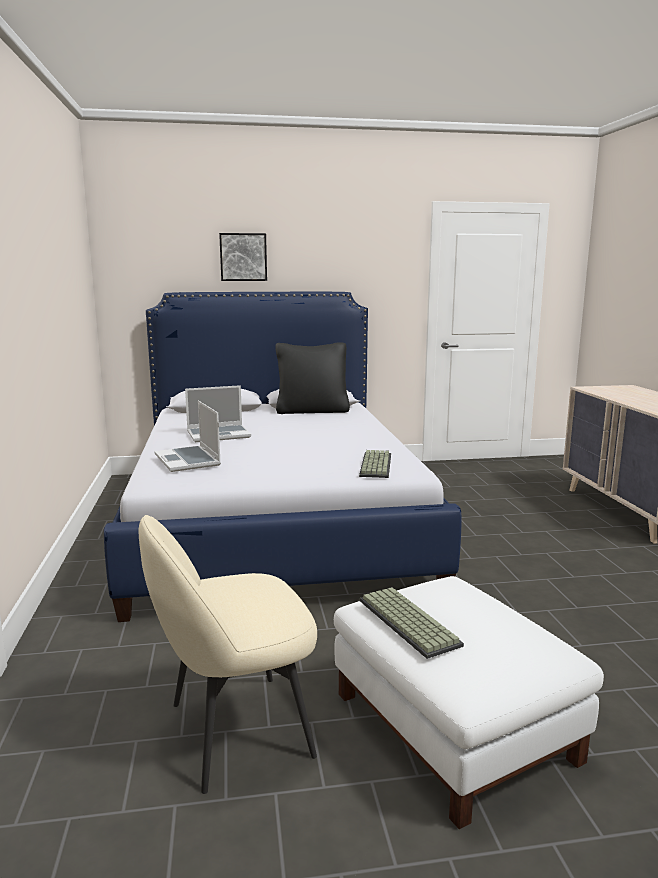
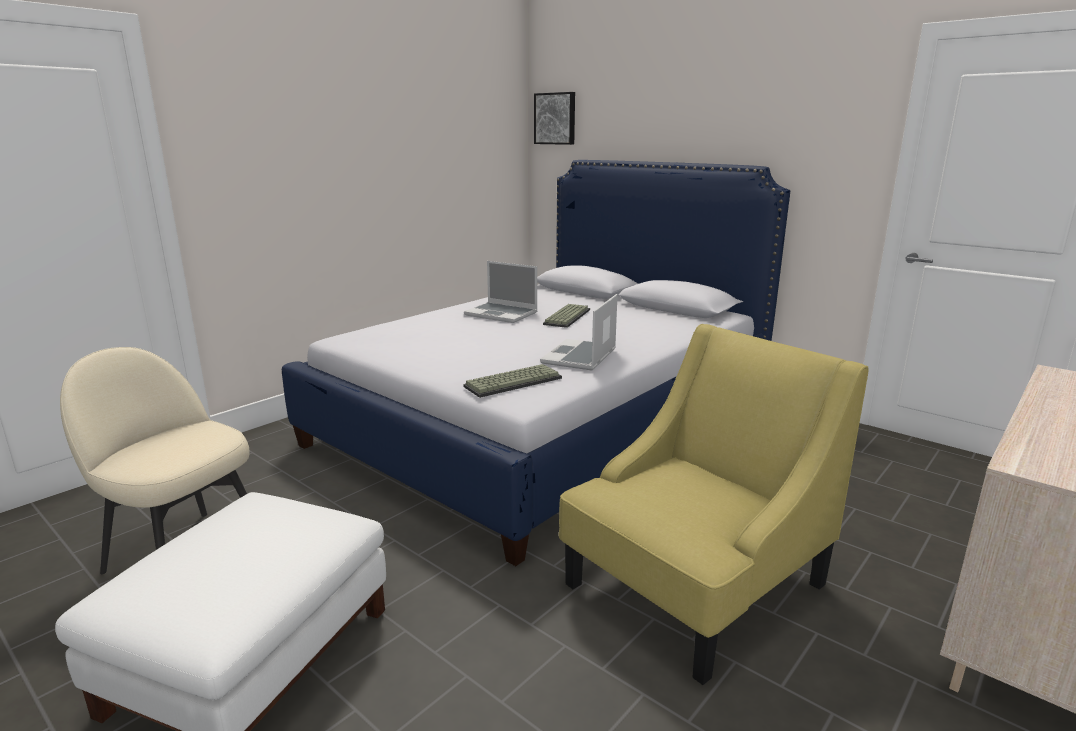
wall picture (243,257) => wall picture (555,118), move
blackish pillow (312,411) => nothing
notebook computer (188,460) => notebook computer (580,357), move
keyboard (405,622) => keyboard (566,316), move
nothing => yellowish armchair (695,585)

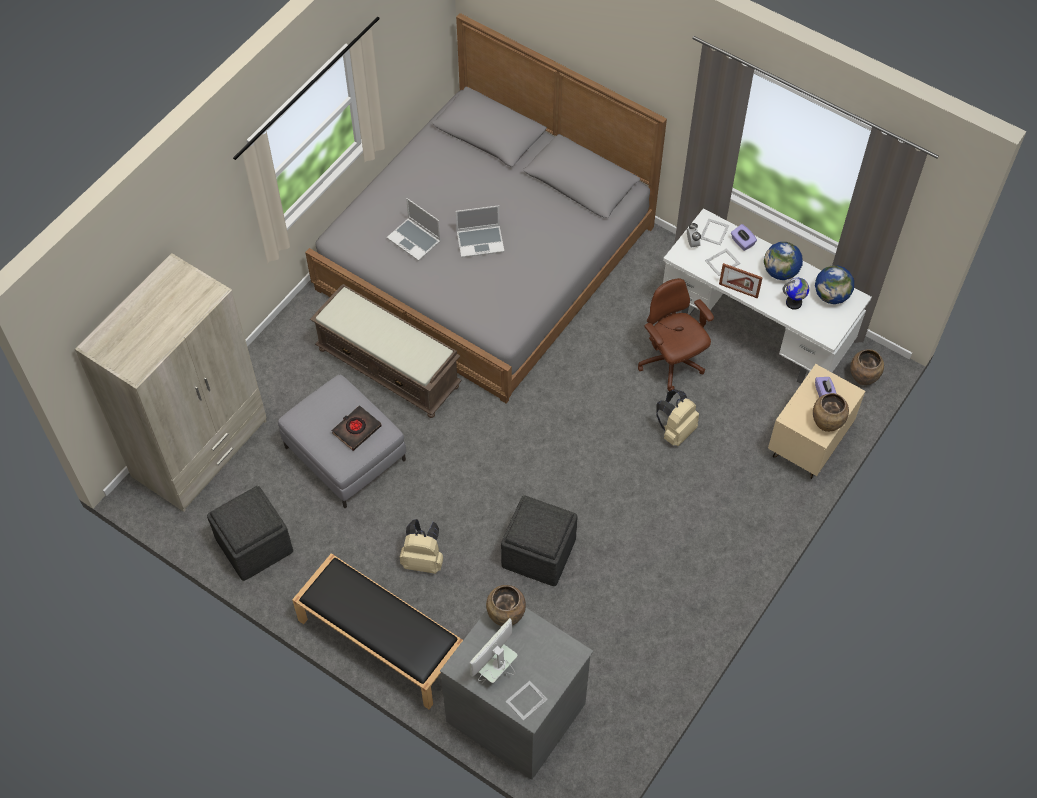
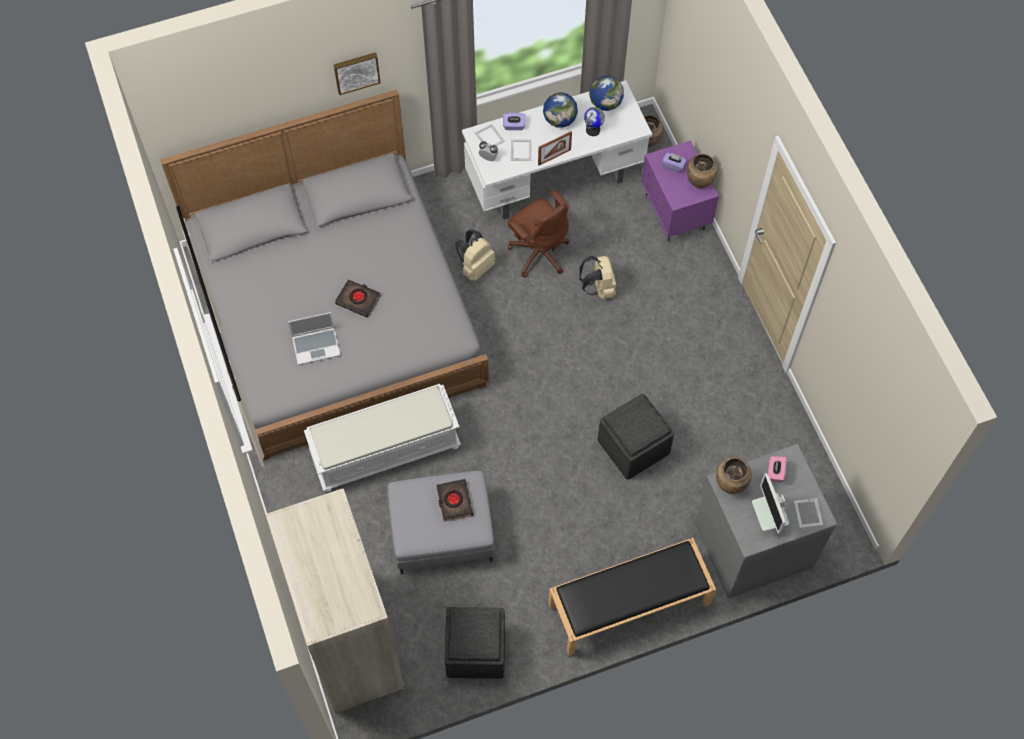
notebook computer (481,241) => blackish bound book (358,299)
brownish desk chair (671,363) => brownish desk chair (539,252), 135 degrees counterclockwise
brownish long seat (390,367) => white long seat (386,449)
sand-coloured night table (808,445) => purple-coloured night table (675,213)
sand-coloured backpack (423,560) => sand-coloured backpack (475,267), move
nothing => wall picture (356,72)
nothing => pinkish tissue holder (775,472)

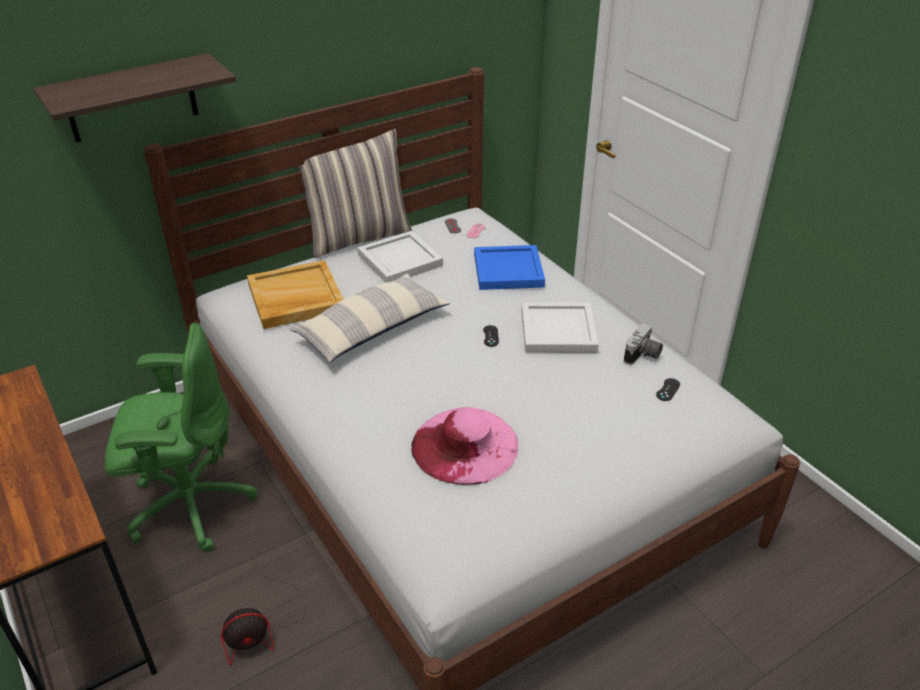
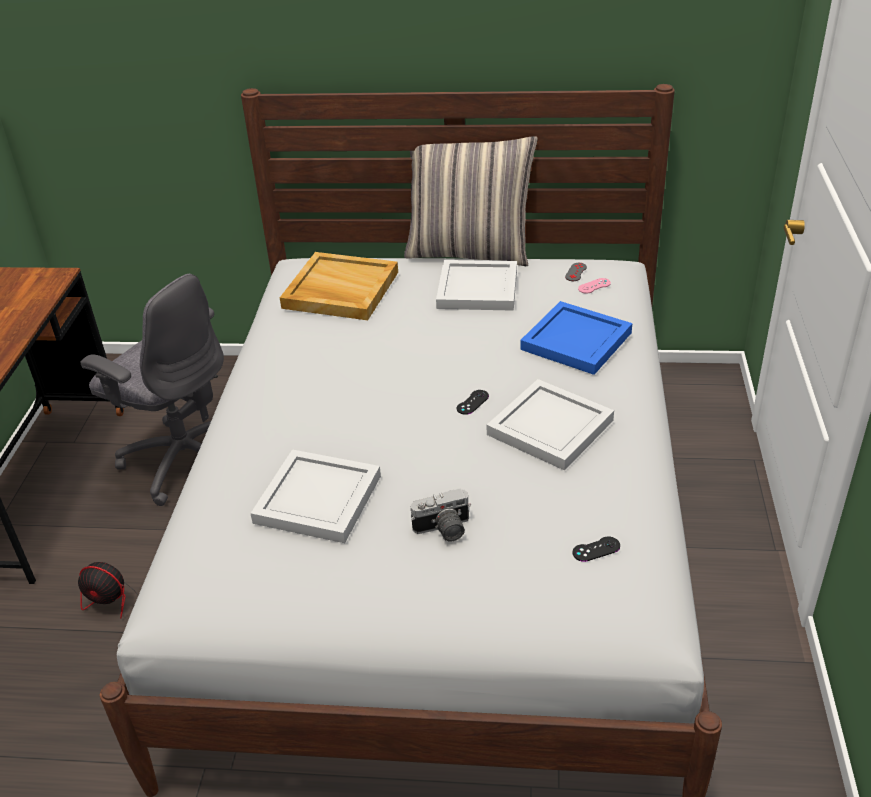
bracket shelf (131,99) => nothing
pillow (372,329) => nothing
greenish desk chair (189,505) => gray desk chair (184,458)
still camera (643,355) => still camera (443,530), move
pinkish wearable hat (465,445) => white serving tray (317,498)

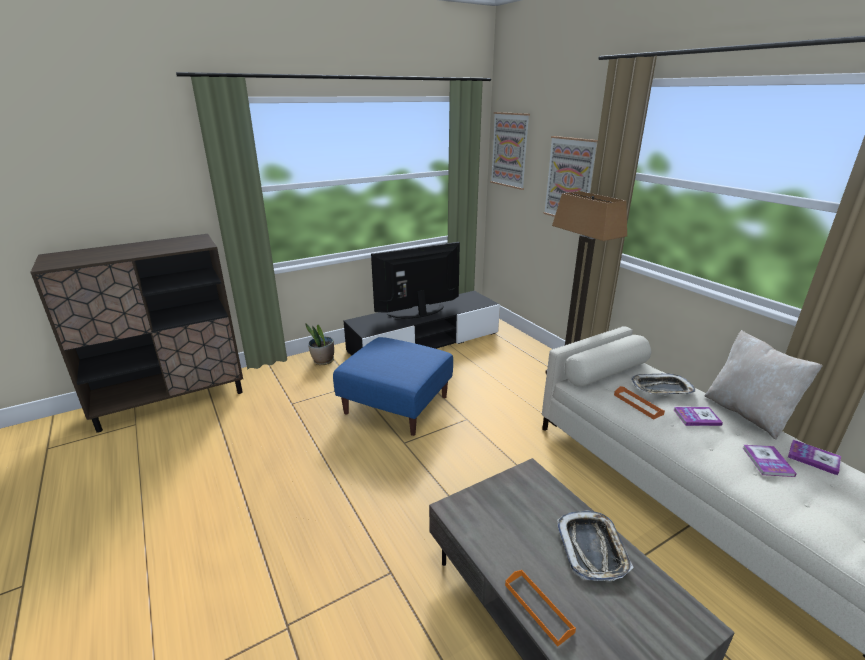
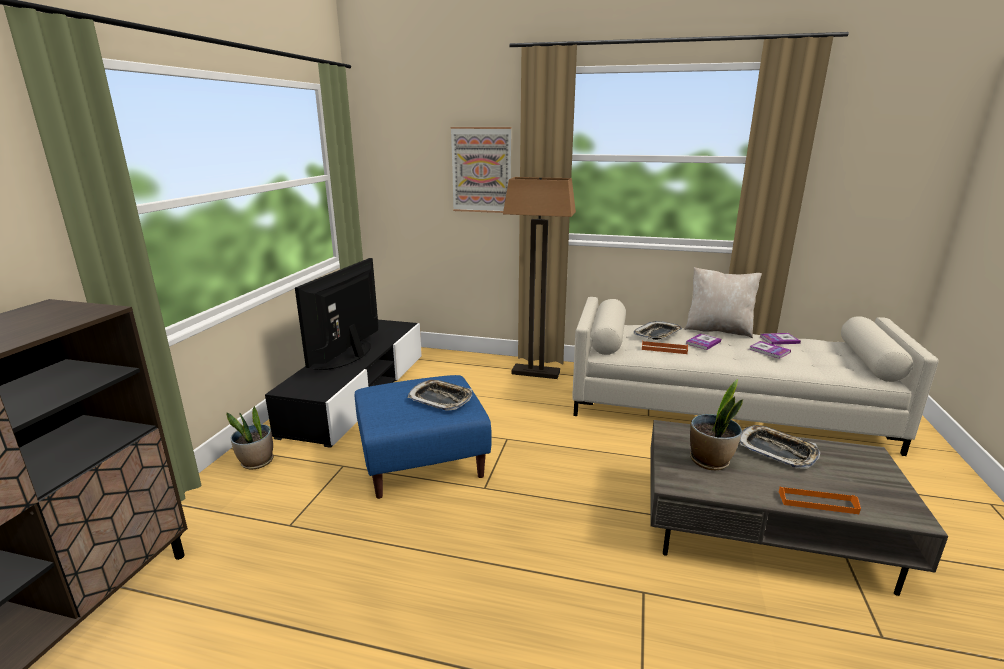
wall picture (510,150) => nothing
nothing => plant in a pot (710,461)
nothing => serving tray (441,399)

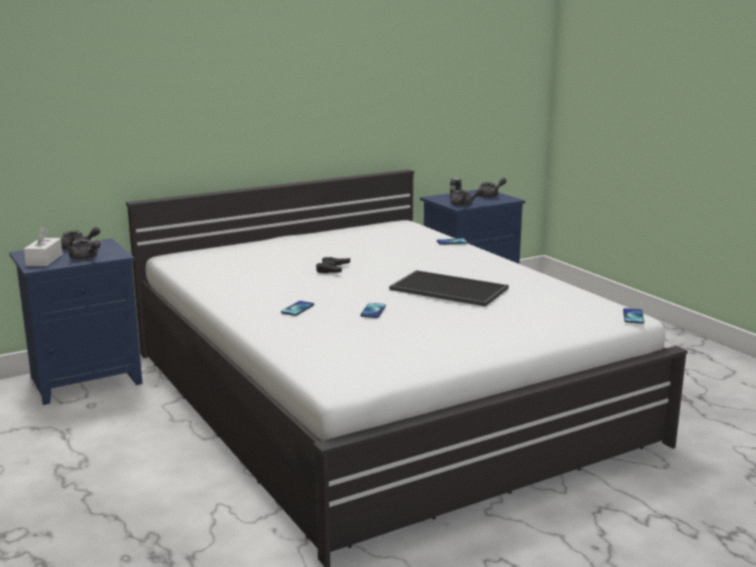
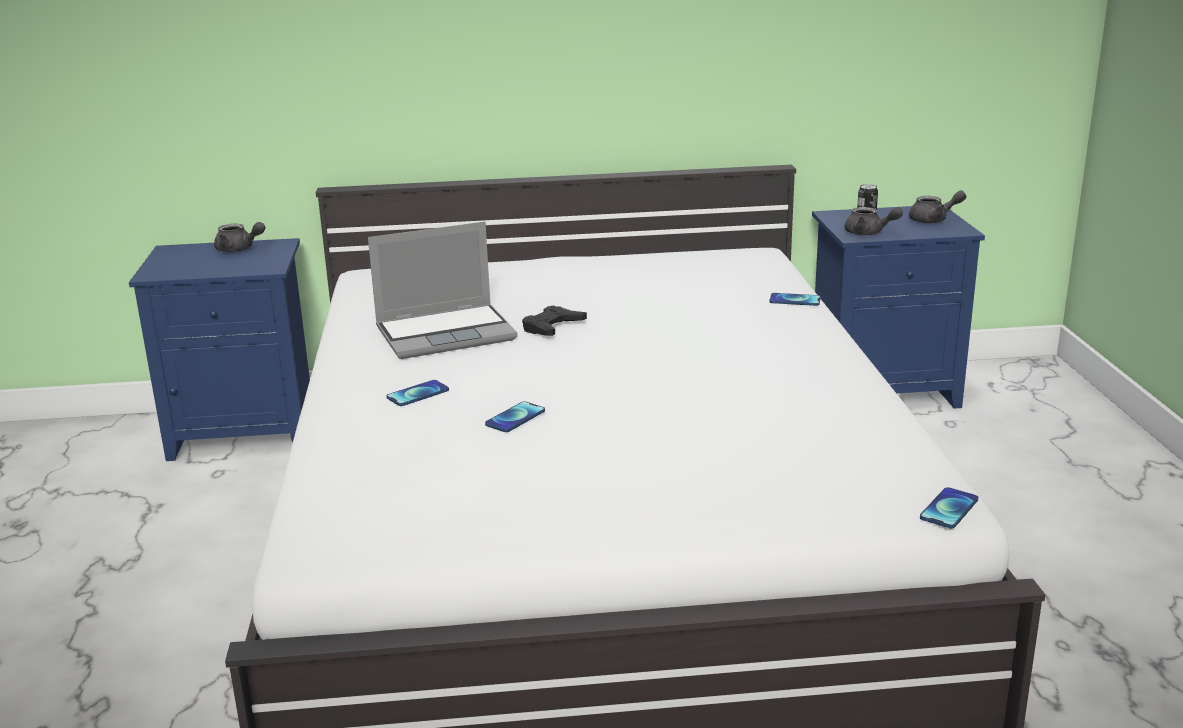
white tissue holder (44,260) => nothing
gray pot for tea (85,258) => nothing
serving tray (447,289) => nothing
nothing => notebook computer (447,333)

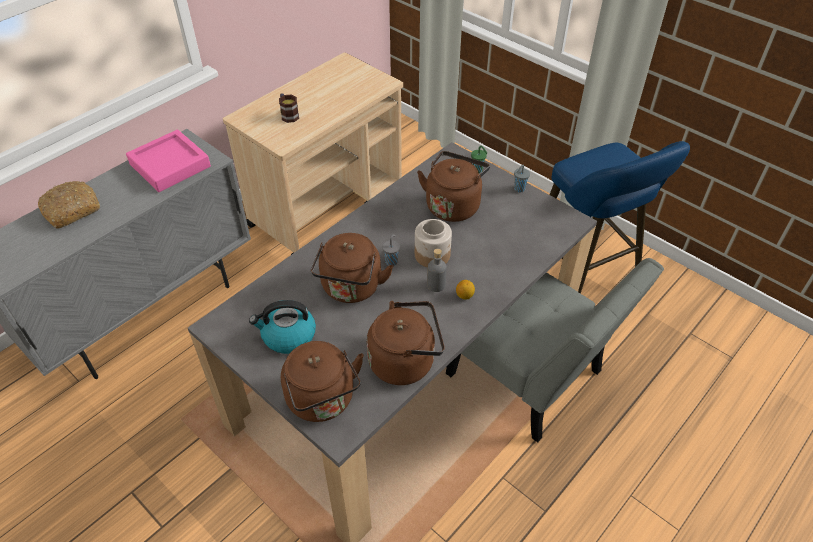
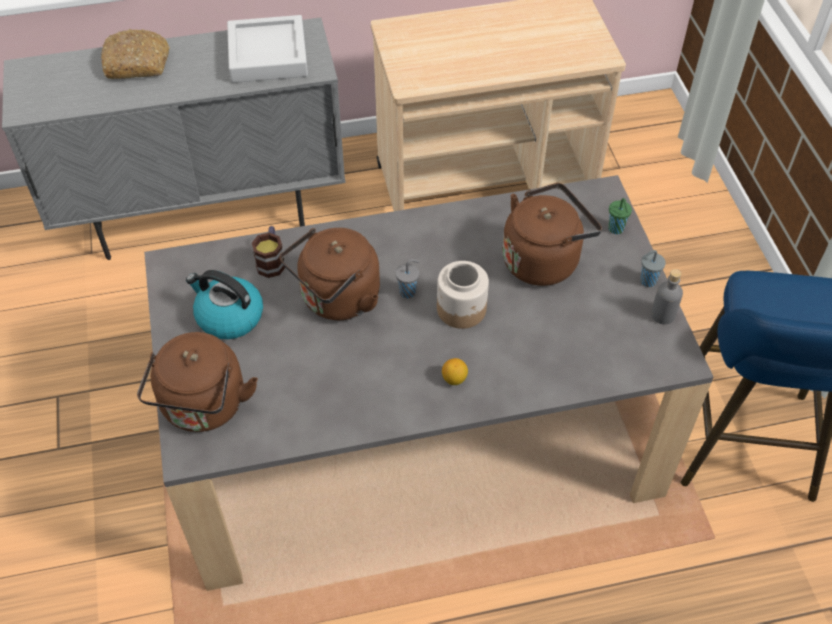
tea mug (288,115) => tea mug (271,261), move
pinkish serving tray (170,165) => gray serving tray (268,56)
gray bottle (436,285) => gray bottle (663,314), move
gray chair (530,379) => nothing
brownish tea kettle (405,361) => nothing

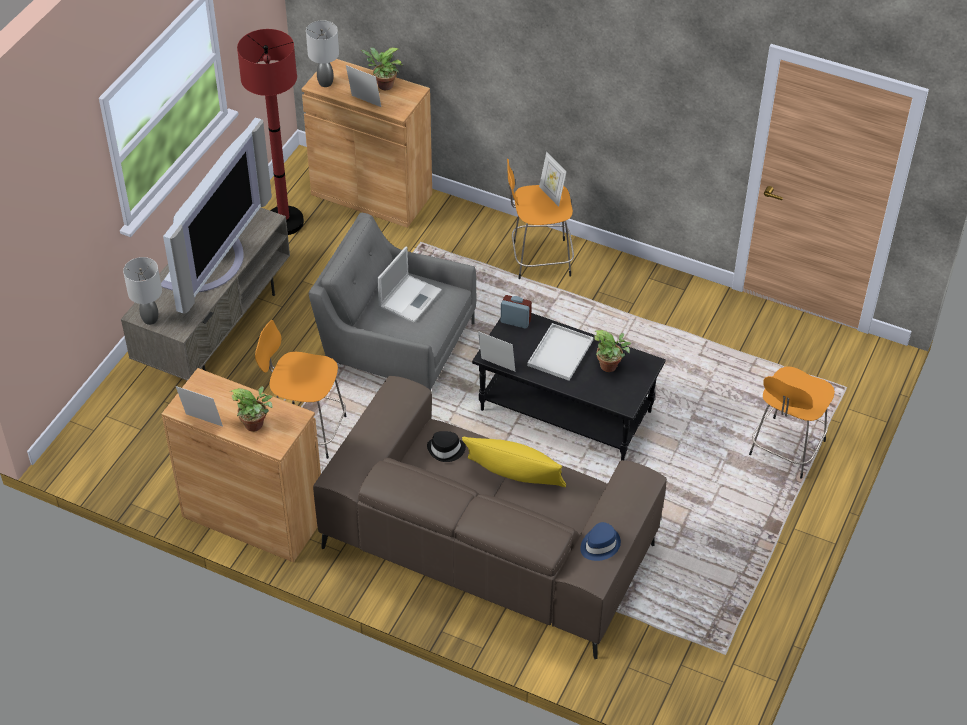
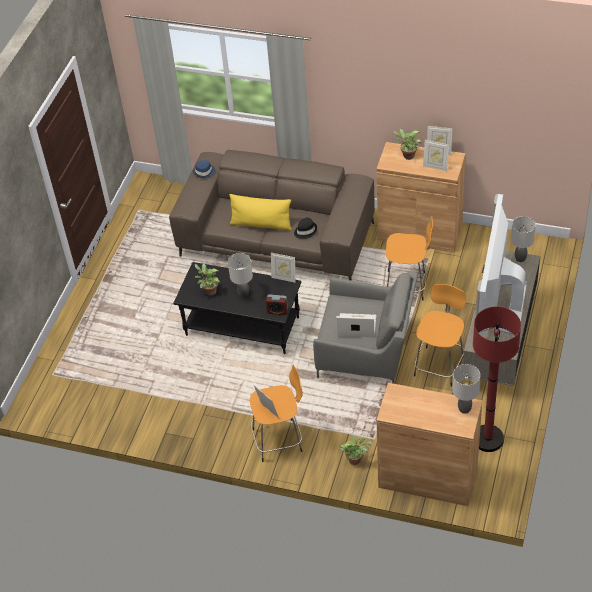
plant in a pot (383,86) => plant in a pot (356,459), move
standing frame (364,103) => standing frame (435,167), move
notebook computer (410,298) => notebook computer (356,326), 75 degrees clockwise
white serving tray (560,354) => gray tabletop lamp (243,294)
orange-coloured stool seat (785,450) => orange-coloured stool seat (439,365), move

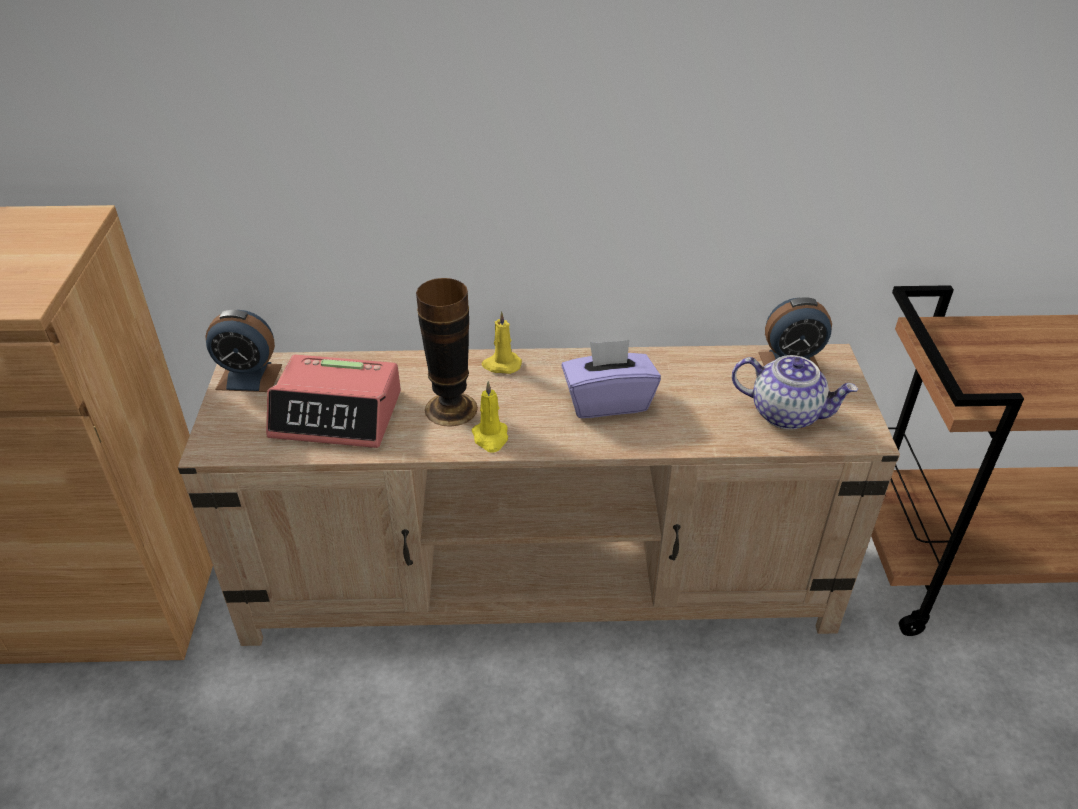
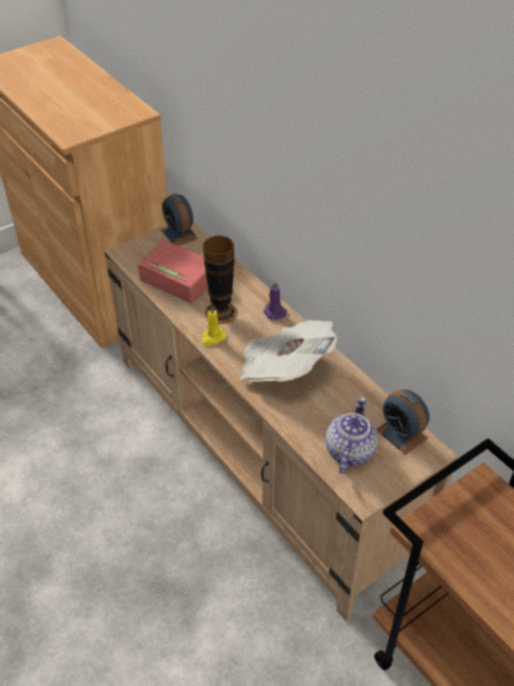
yellowish wax candle (501,365) => purple-coloured wax candle (274,312)
purple-coloured tissue holder (607,401) => printed paper (284,368)
table clock (337,414) => table clock (180,277), 150 degrees clockwise
pot for tea (786,413) => pot for tea (349,450), 150 degrees counterclockwise

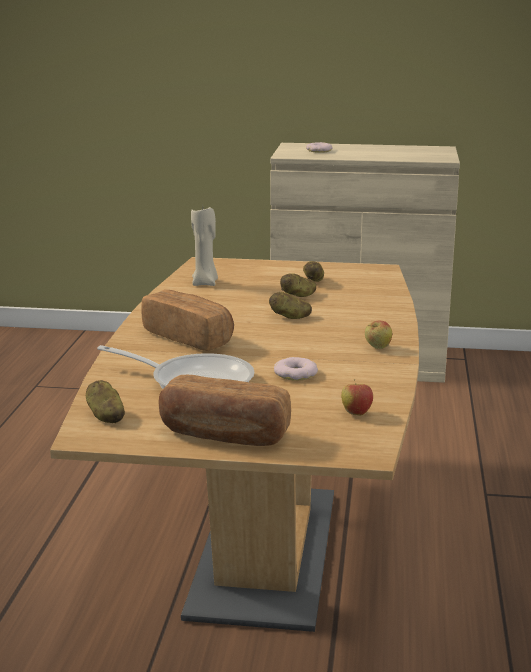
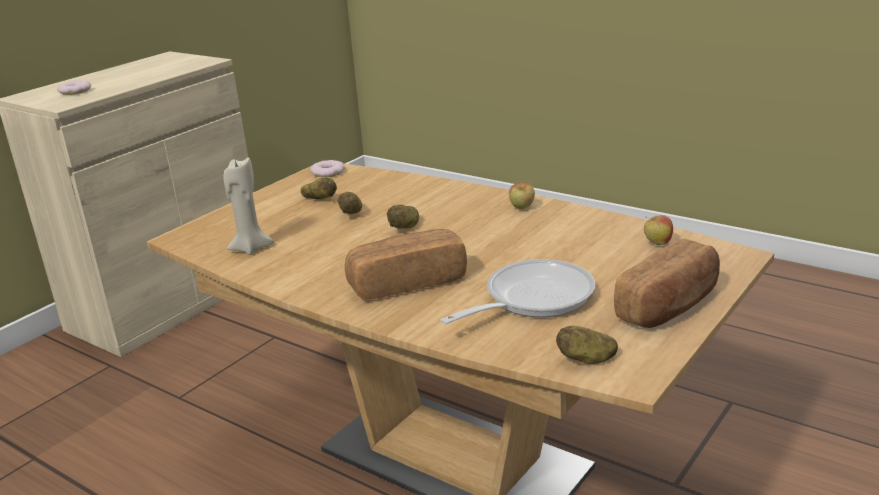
doughnut (296,374) => doughnut (328,172), move

